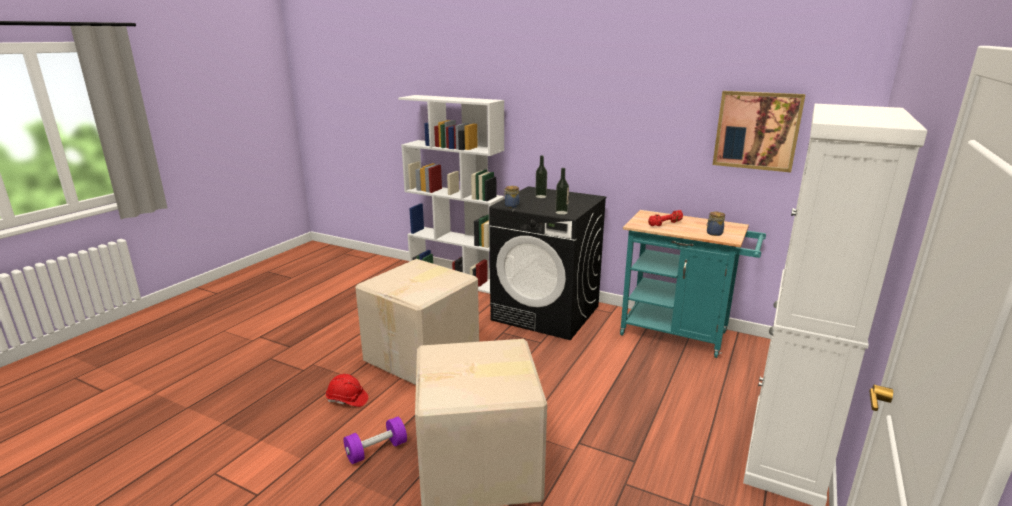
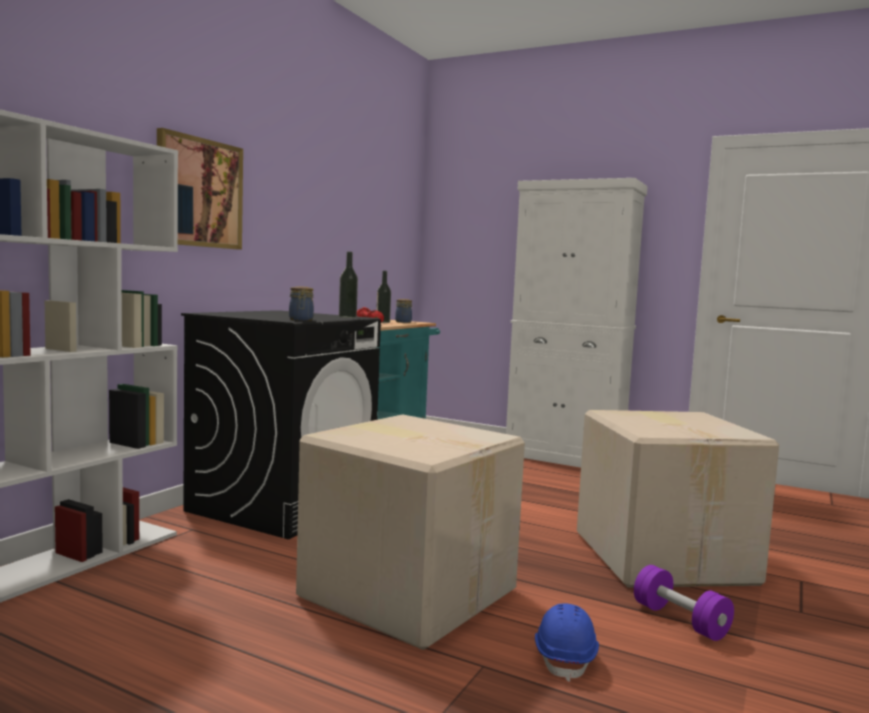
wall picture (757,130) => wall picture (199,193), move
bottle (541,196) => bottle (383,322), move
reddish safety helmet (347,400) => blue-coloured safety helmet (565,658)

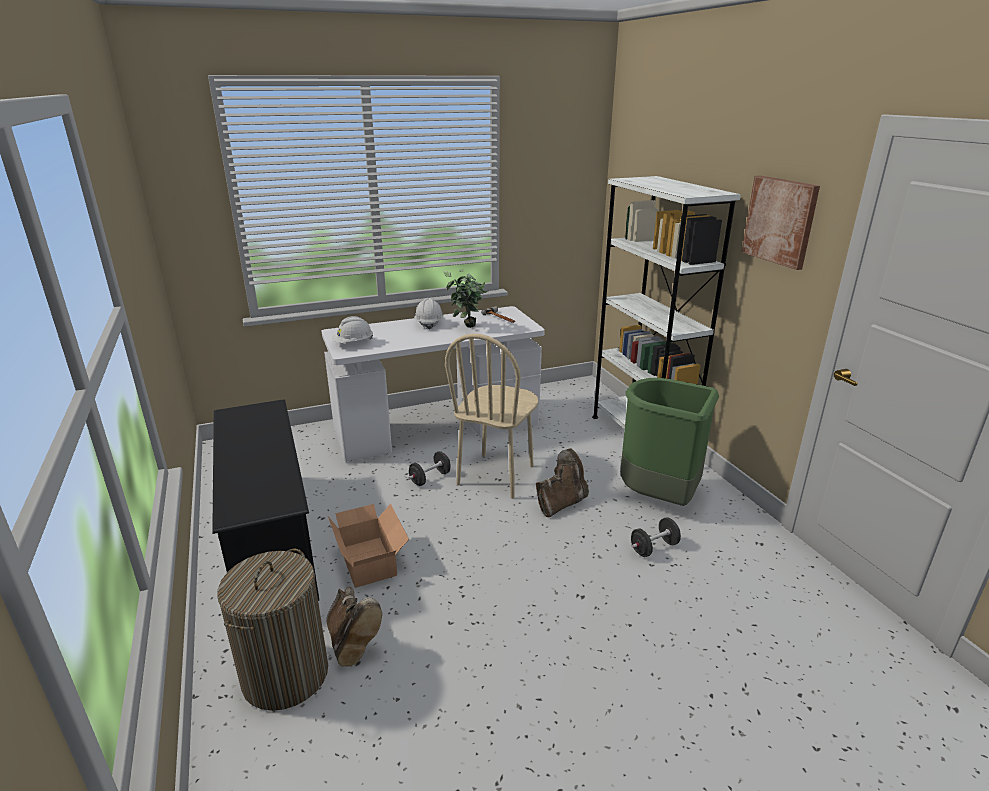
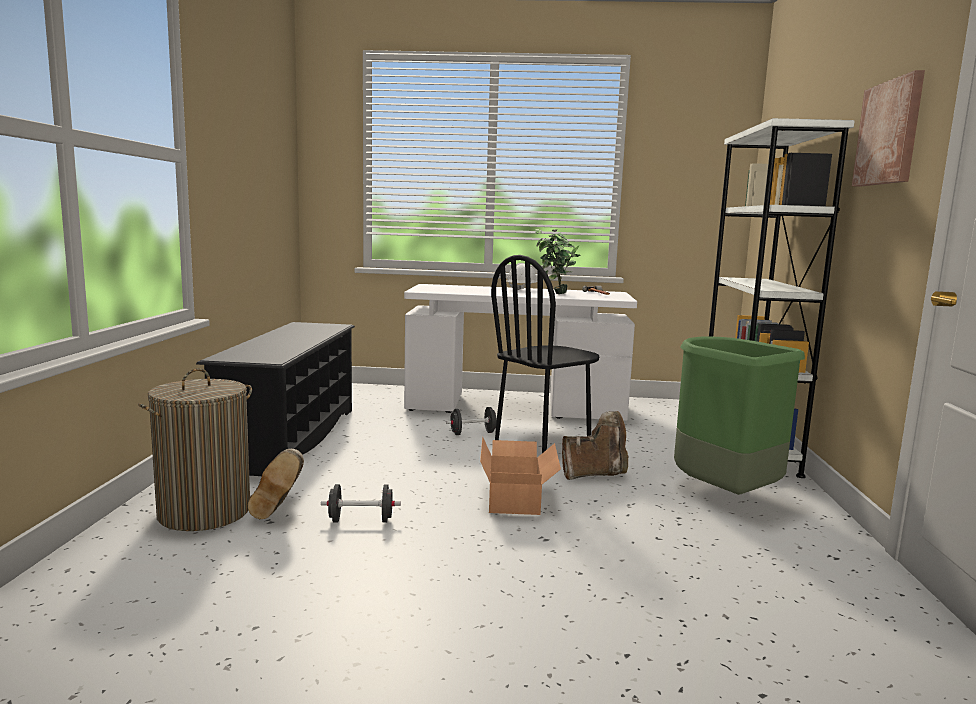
white safety helmet (353,343) => nothing
sand-coloured chair (496,475) => blackish chair (543,444)
cardboard box (370,560) => cardboard box (517,497), move
blackish hand weight (654,548) => blackish hand weight (361,520), move

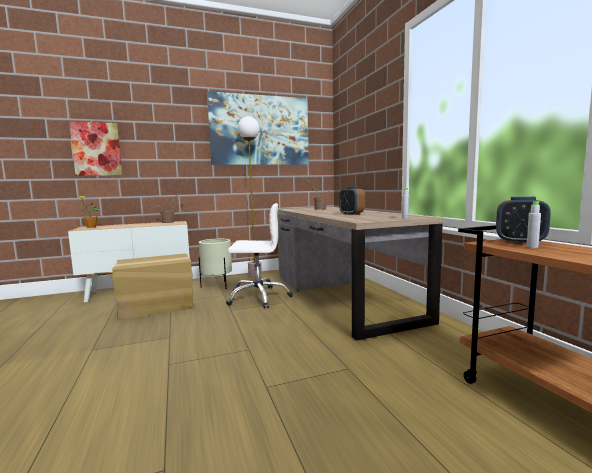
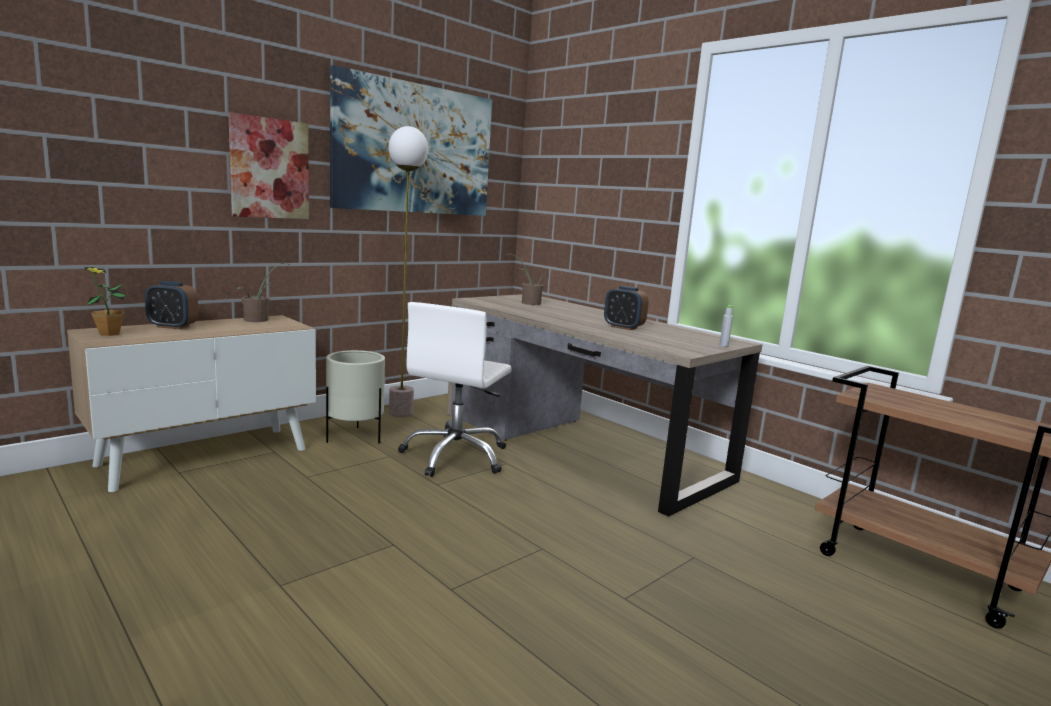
wall picture (97,149) => wall picture (269,168), move
table clock (520,242) => table clock (172,326), move
gray bottle (532,247) => nothing
white desk chair (258,297) => white desk chair (455,456), 135 degrees clockwise
cardboard box (156,306) => nothing

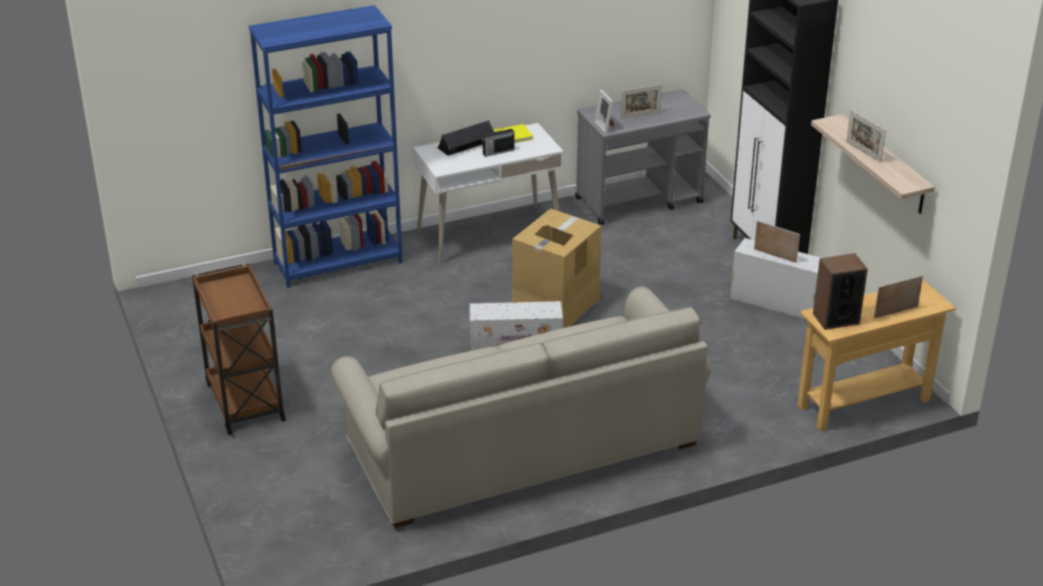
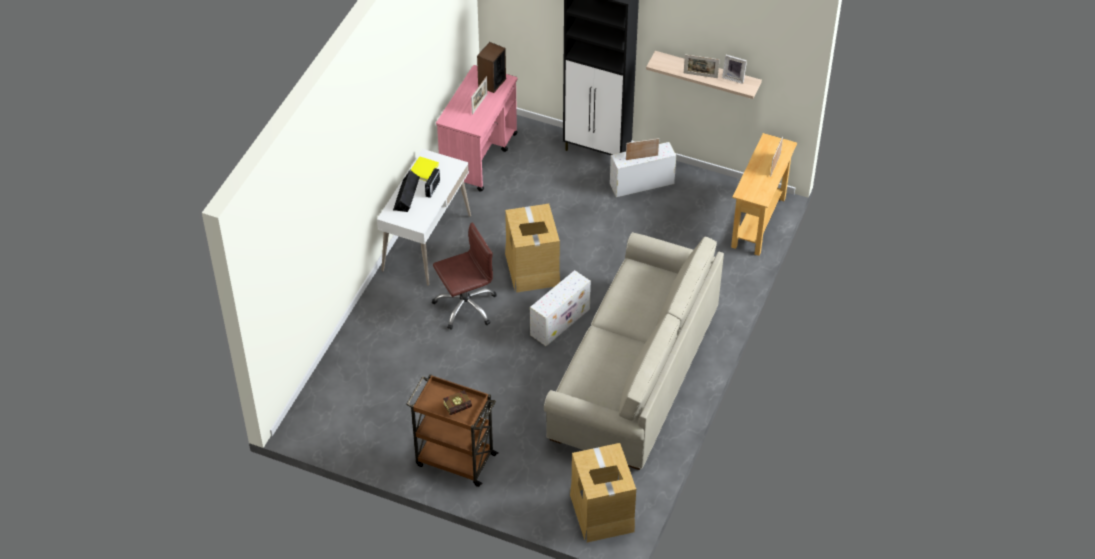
blue-coloured shelving unit (338,262) => nothing
gray cart (640,200) => pinkish cart (479,156)
standing frame (605,126) => standing frame (734,77), move
speaker (835,318) => speaker (491,82), move
nothing => brownish desk chair (465,306)
nothing => bound book (460,407)
nothing => cardboard box (601,512)

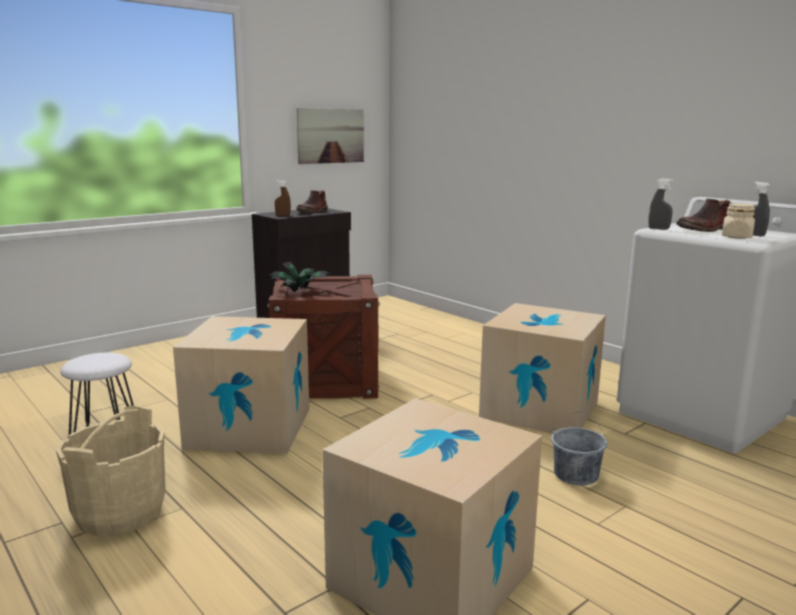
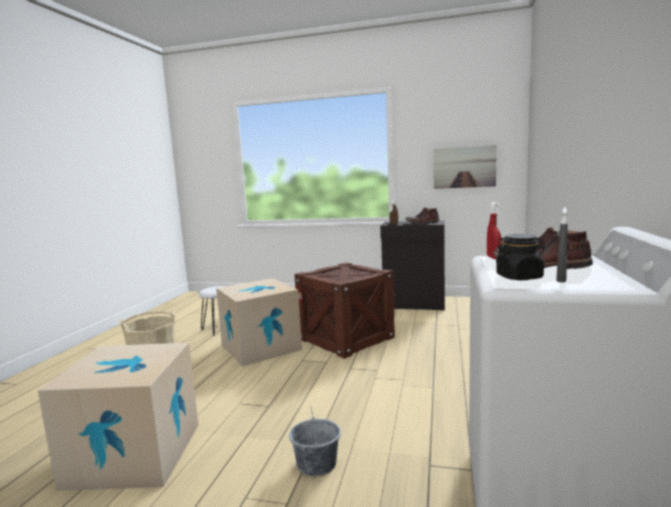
gray sprayer (658,229) => reddish sprayer (493,258)
sand-coloured jar (736,237) => blackish jar (519,277)
plant in a pot (300,291) => nothing
cardboard box (539,409) => nothing

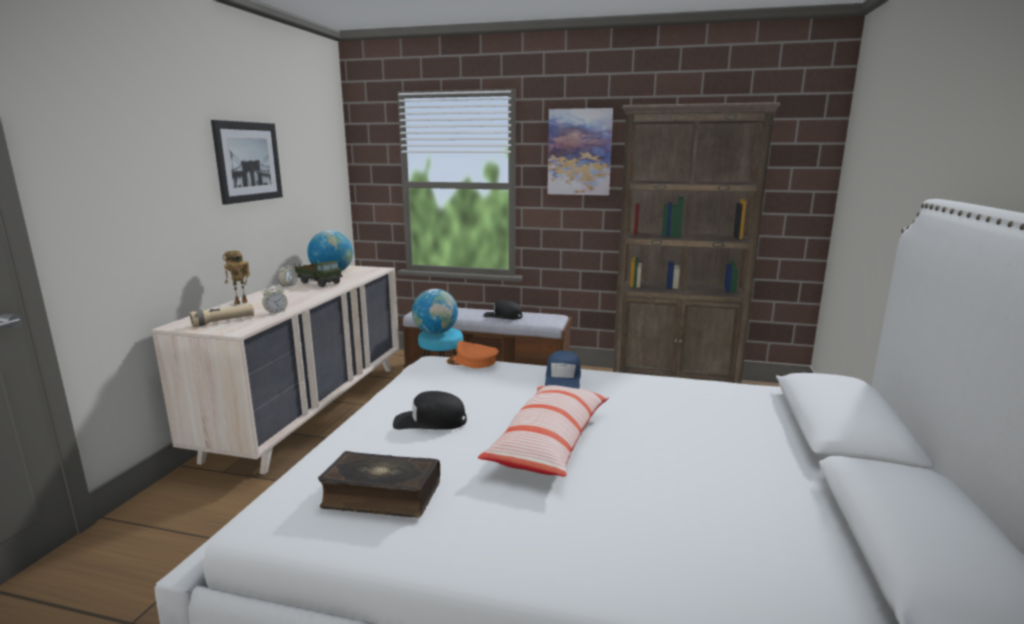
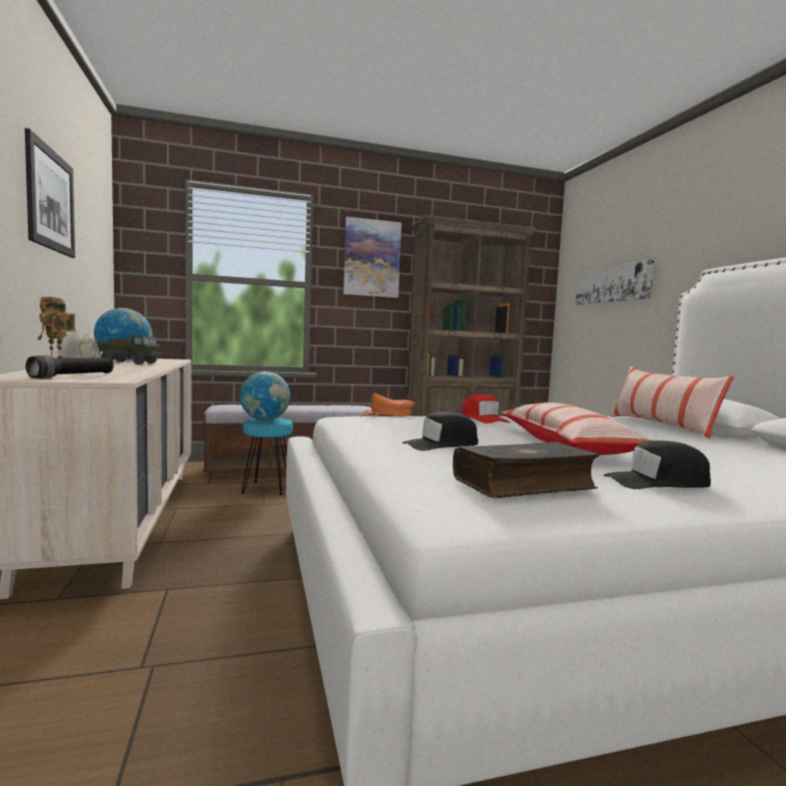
table clock (276,312) => nothing
blackish peaked cap (503,316) => blackish peaked cap (657,482), move
sand-coloured torch (223,322) => blackish torch (73,376)
blue-coloured peaked cap (563,378) => reddish peaked cap (483,418)
nothing => wall picture (612,284)
nothing => pillow (661,426)

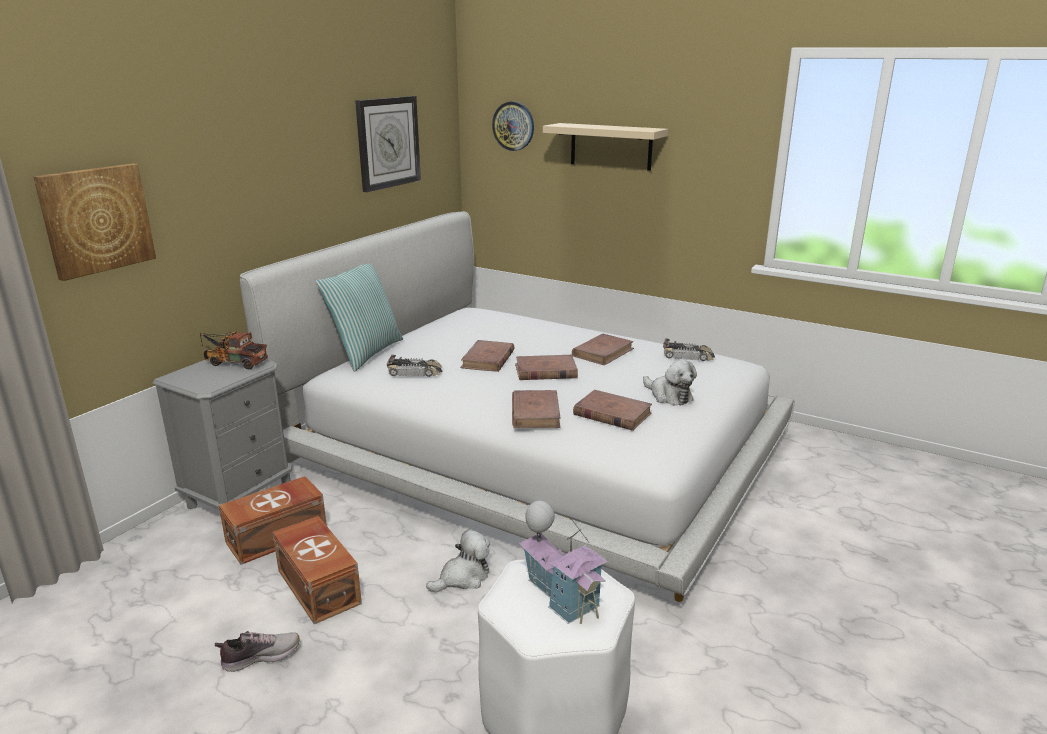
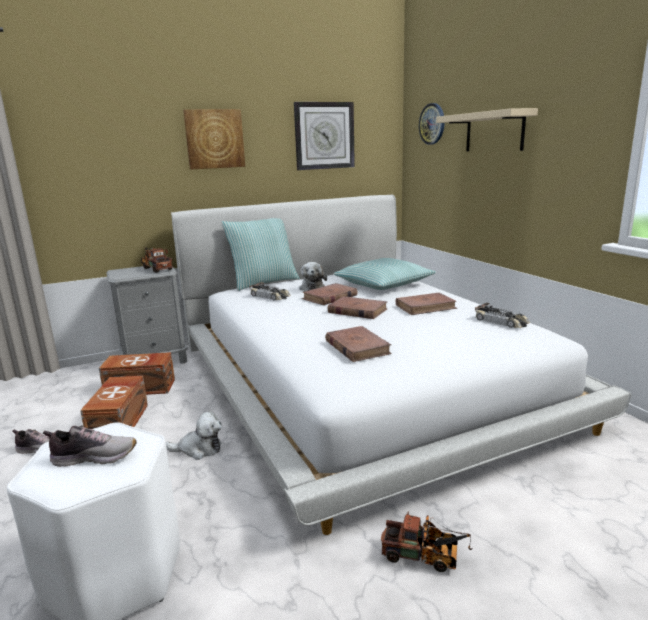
wall picture (96,220) => wall picture (214,139), move
plush toy (669,396) => plush toy (312,288), move
brownish bound book (535,413) => nothing
model house (562,596) => low shoe (94,457)
nothing => pillow (383,284)
nothing => model truck (425,556)

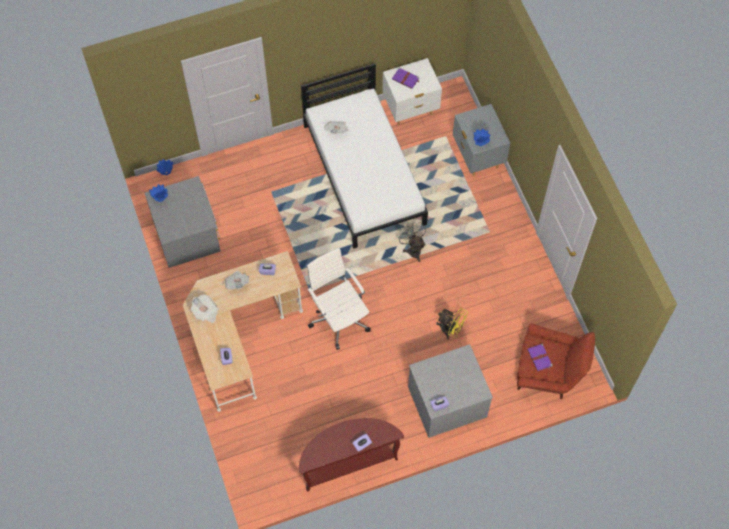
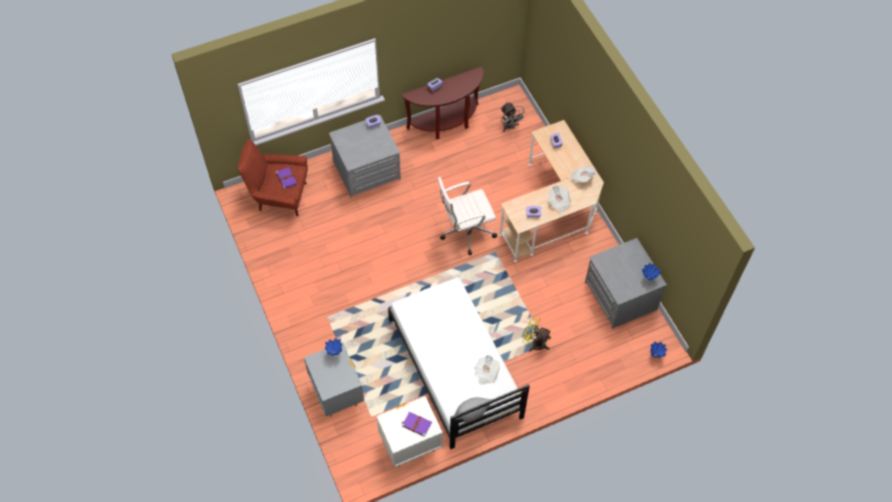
gray electric fan (413,249) => gray electric fan (510,127), move
white desk chair (339,317) => white desk chair (465,231), 105 degrees clockwise
yellowish electric fan (450,330) => yellowish electric fan (534,343), move
nothing => gray pillow (471,415)

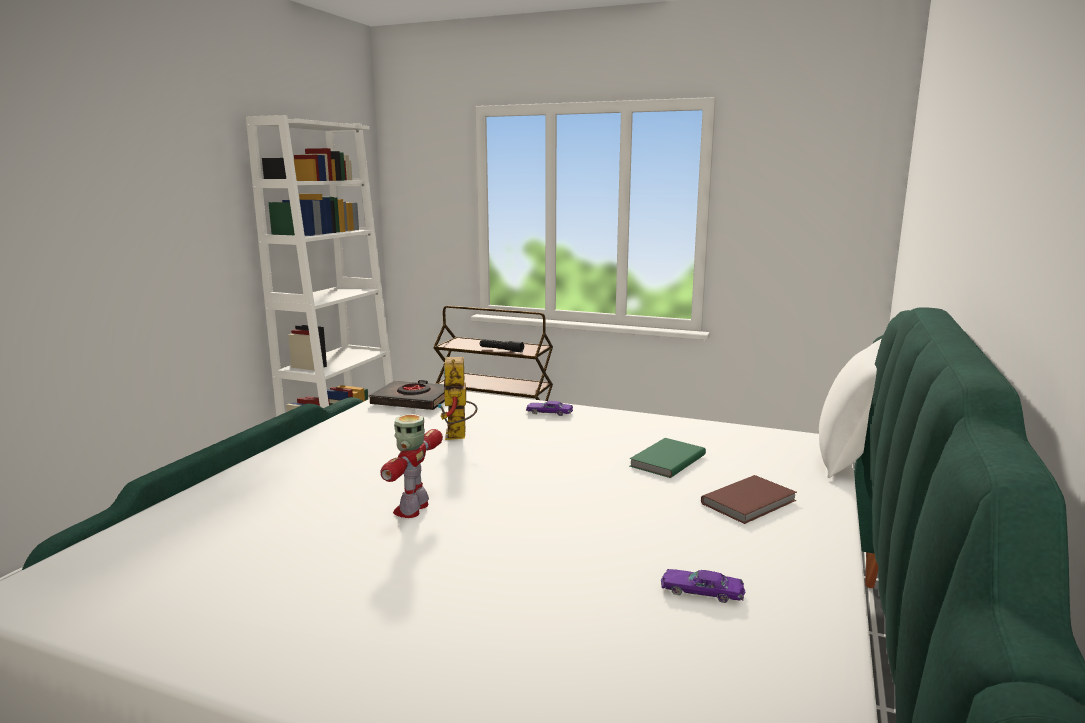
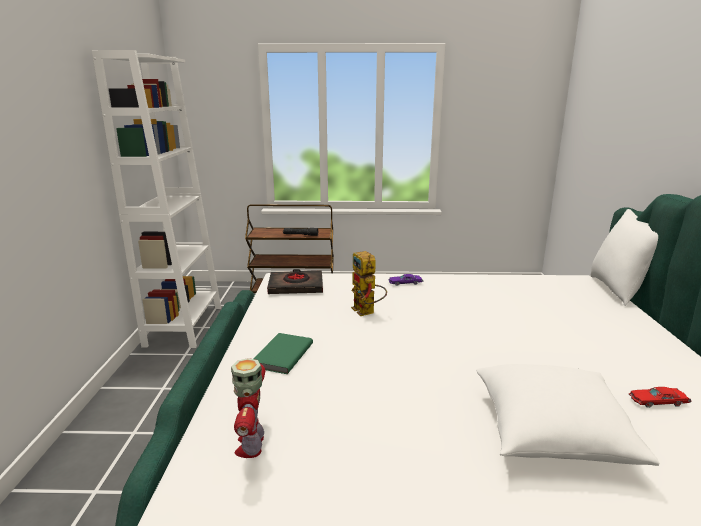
model robot (413,509) => model robot (251,444), move
greenish bound book (665,460) => greenish bound book (281,355), move
brownish bound book (751,502) => nothing
purple-coloured model car (702,592) => reddish model car (658,401)
nothing => white pillow (550,434)

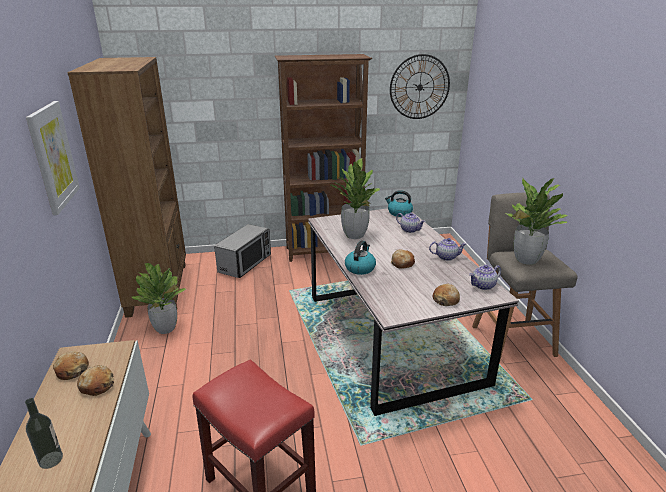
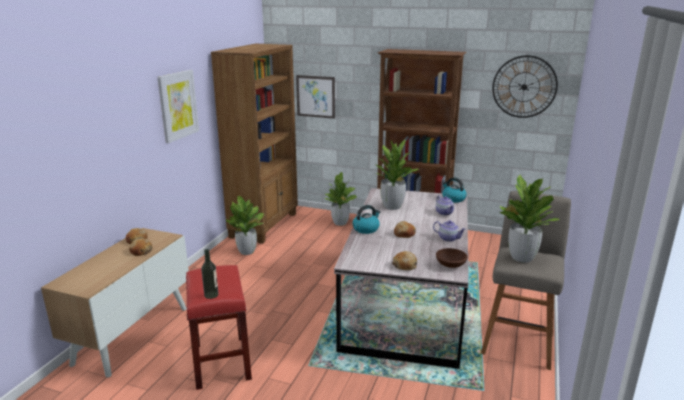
microwave (245,263) => plant in a pot (340,223)
pot for tea (483,286) => brownish serving bowl (451,265)
bottle (51,460) => bottle (211,295), move
nothing => wall picture (315,96)

